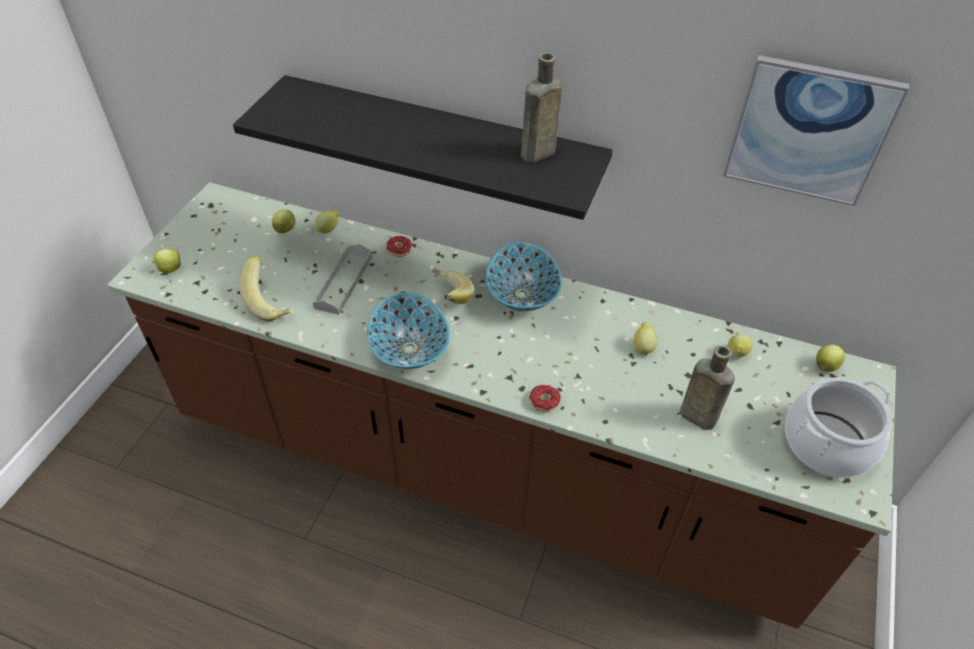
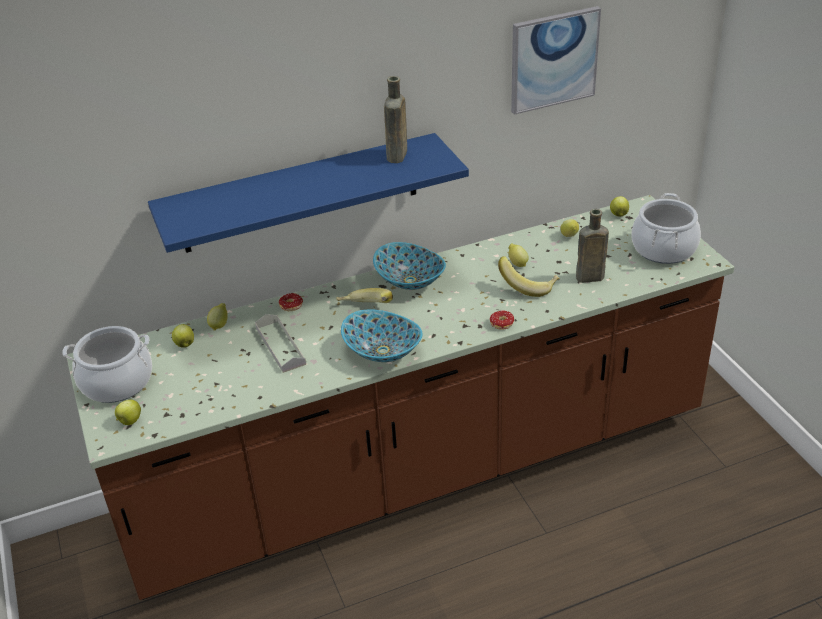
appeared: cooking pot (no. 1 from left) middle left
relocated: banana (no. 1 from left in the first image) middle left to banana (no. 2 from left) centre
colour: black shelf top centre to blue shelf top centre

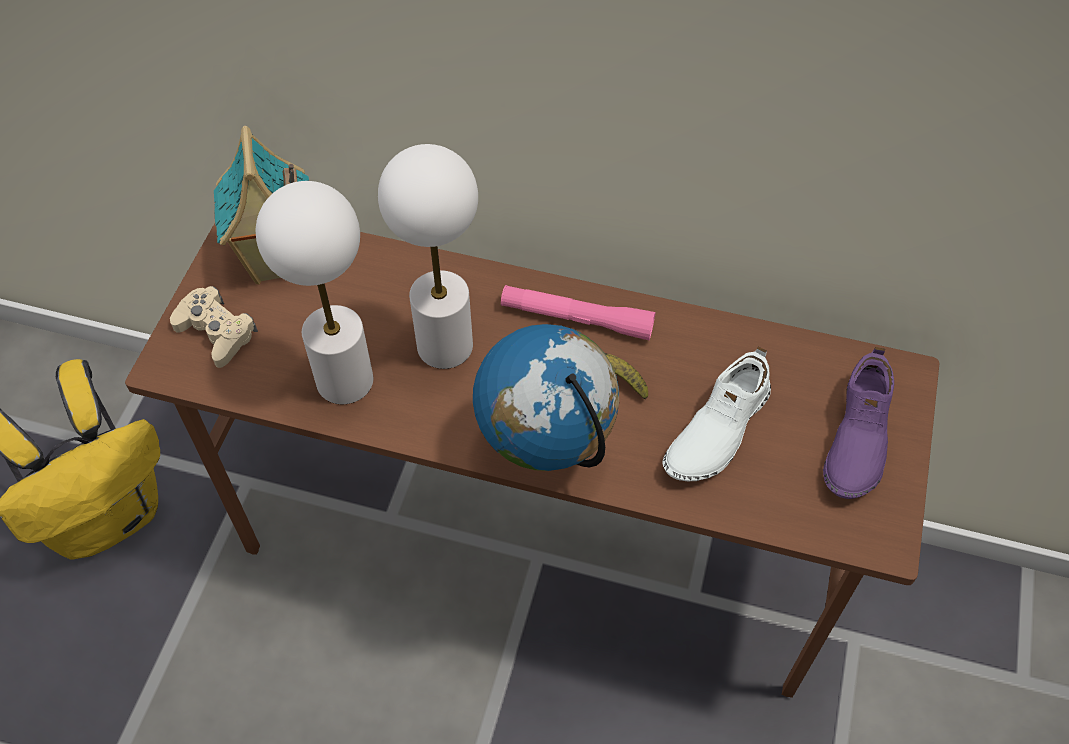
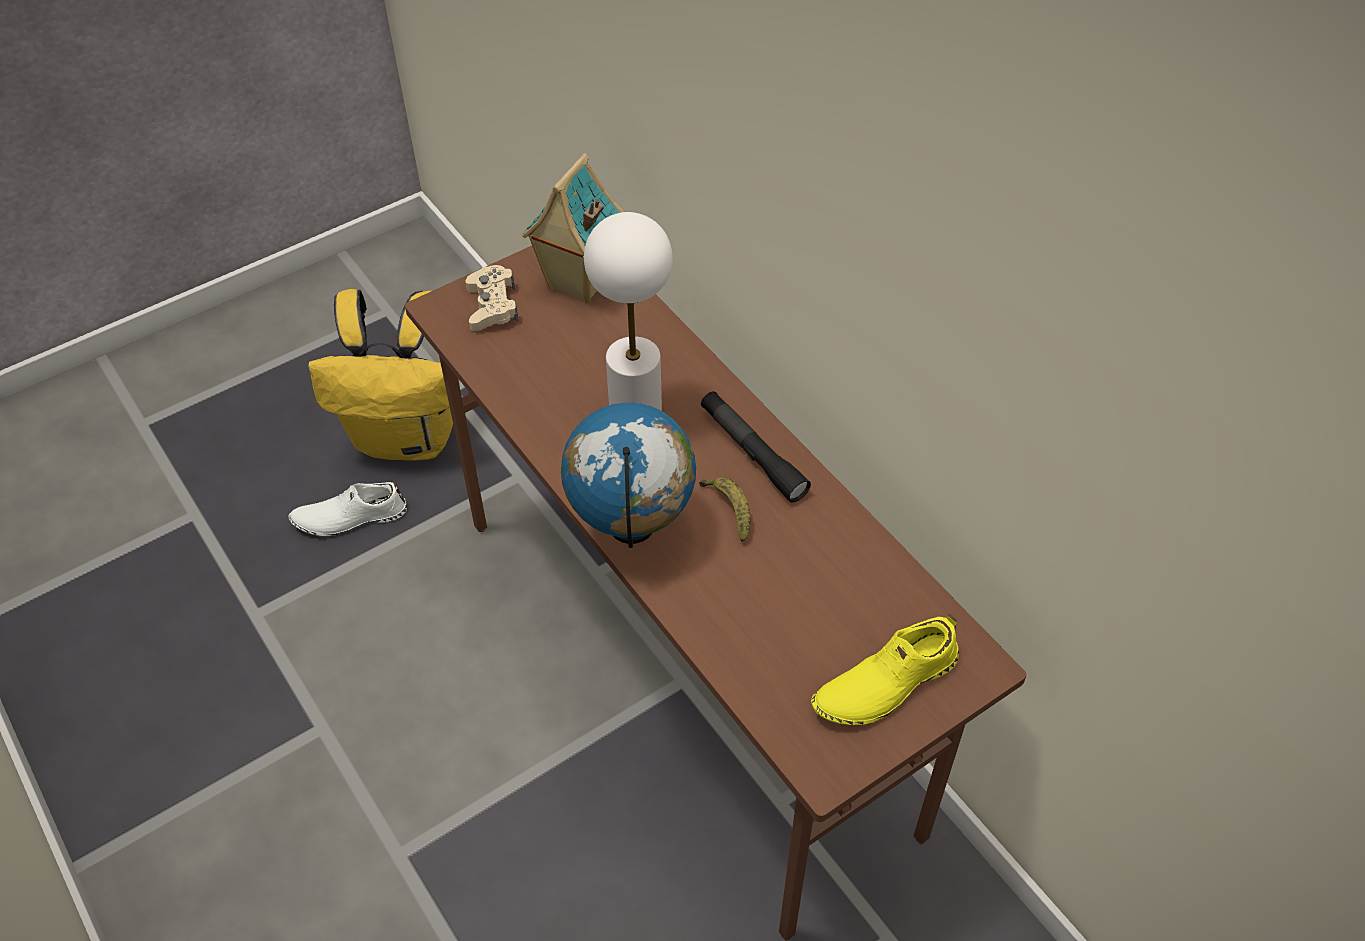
missing: white table lamp (no. 1 from left) middle left
relocated: white shoe middle right to middle left
colour: pink flashlight centre to black flashlight centre; purple shoe middle right to yellow shoe bottom centre

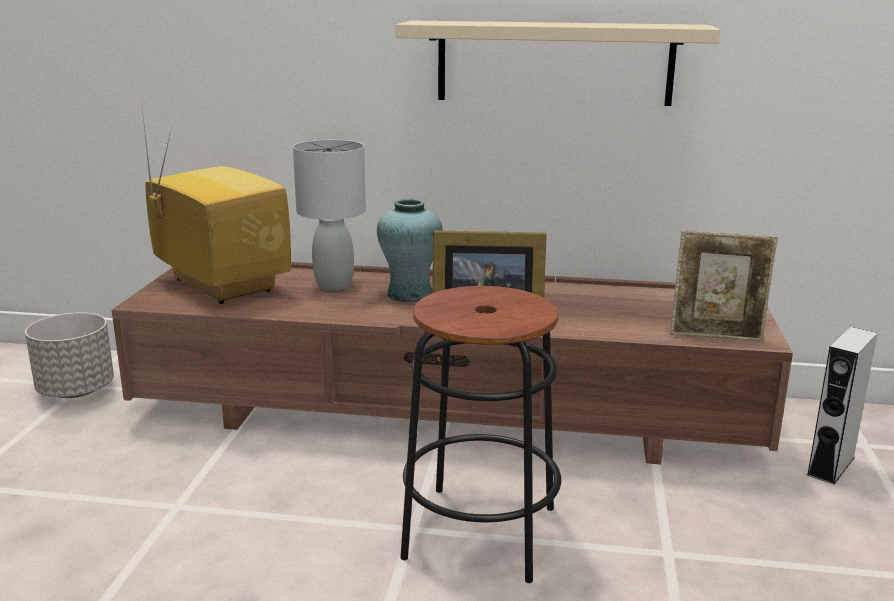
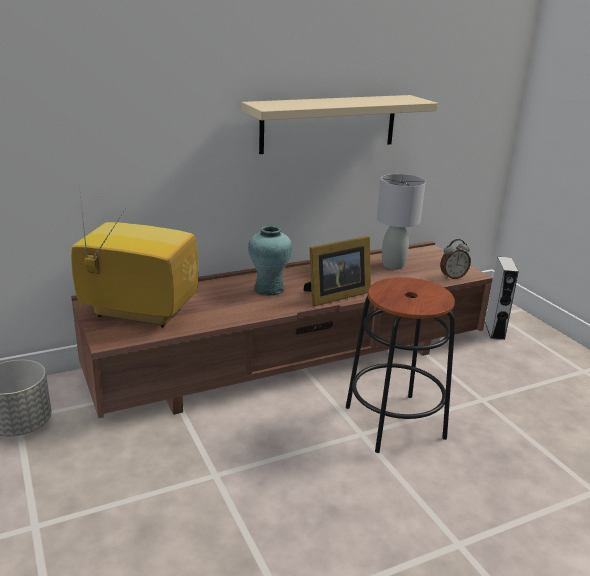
relocated: grey table lamp centre to middle right
exchanged: picture frame (no. 2 from left) middle right to alarm clock middle right

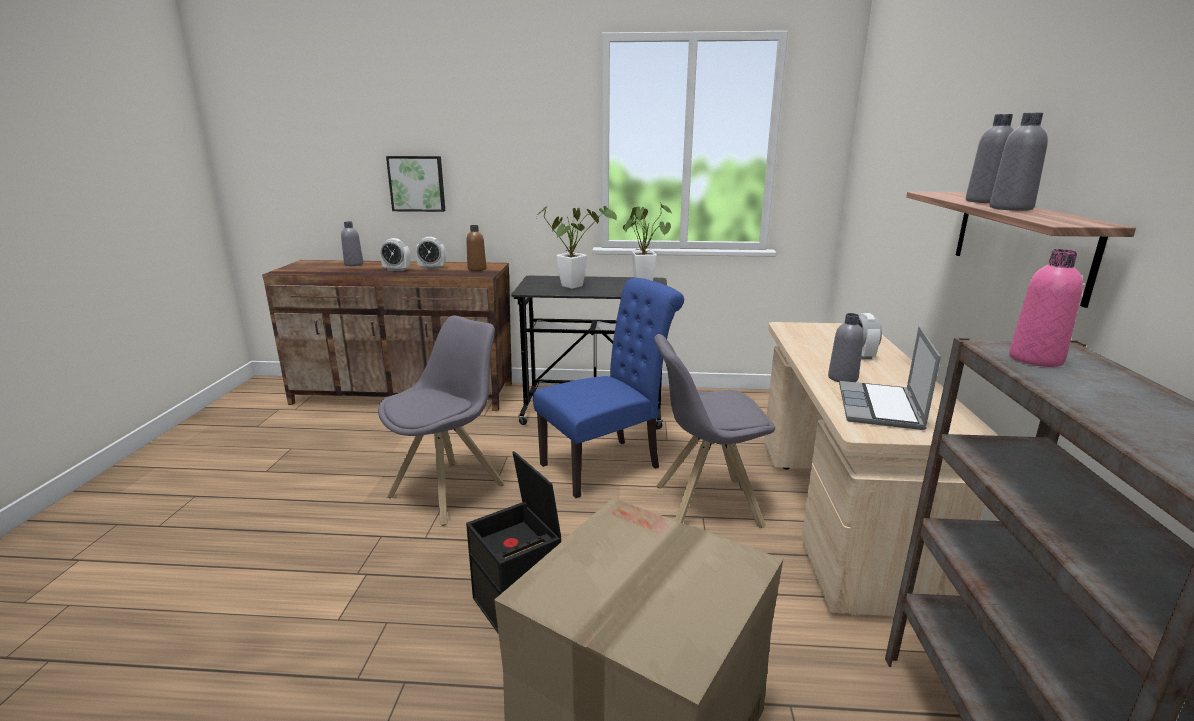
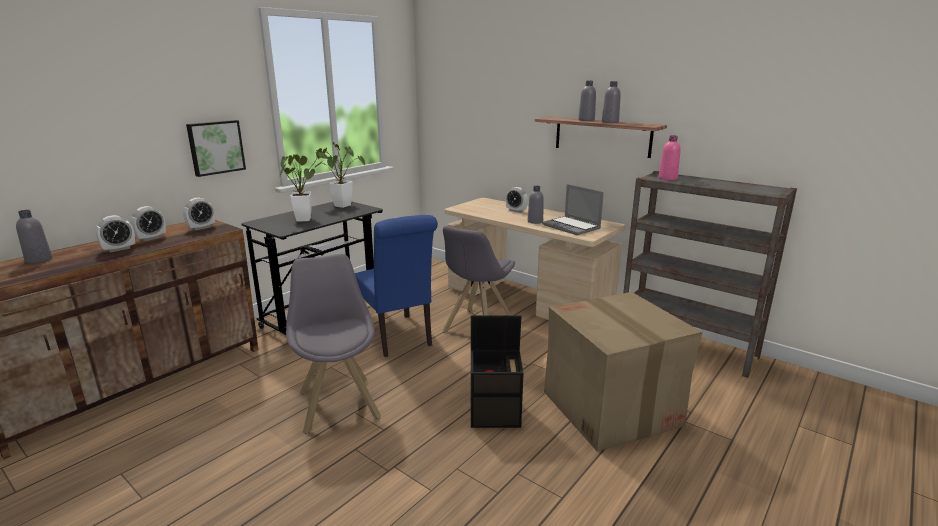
relocated: picture top centre to top left
exchanged: brown bottle centre to alarm clock (no. 3 from left) middle left
spun: blue chair centre = centre 150 degrees clockwise

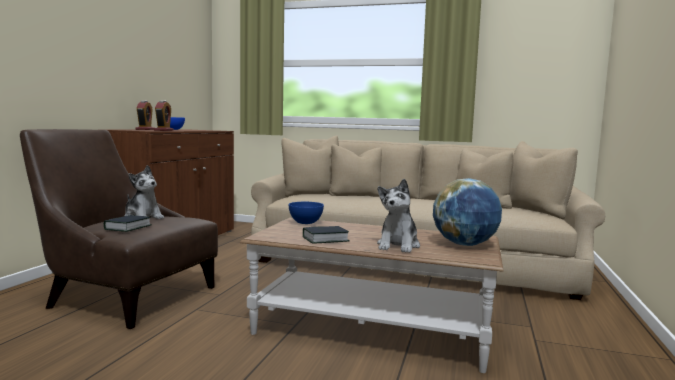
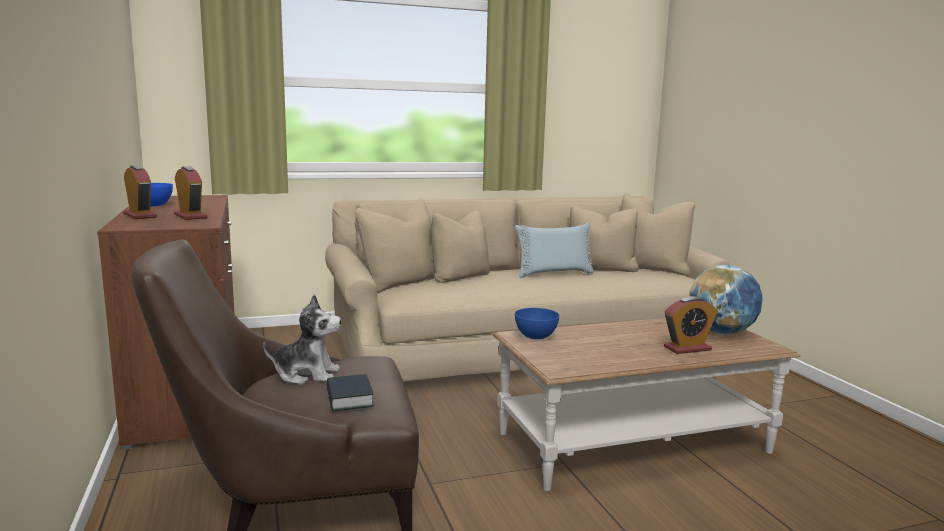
missing: book (no. 2 from left) centre
appeared: blue pillow centre
exchanged: plush toy (no. 2 from left) centre to alarm clock (no. 3 from left) middle right

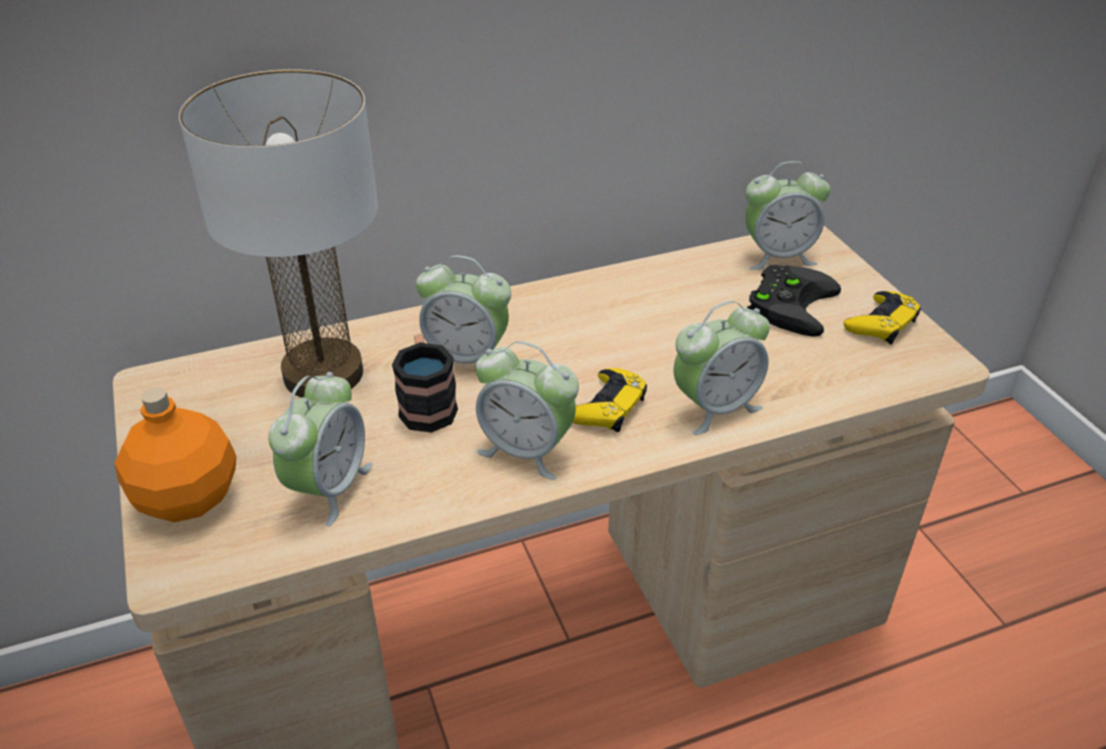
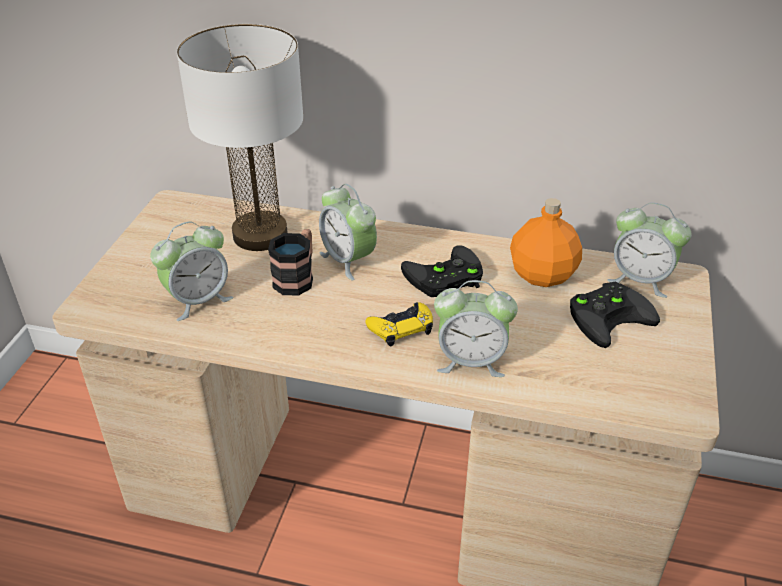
missing: alarm clock (no. 3 from left) centre; yellow game controller (no. 2 from left) middle right
appeared: black game controller (no. 1 from left) centre
relocated: orange bottle middle left to middle right

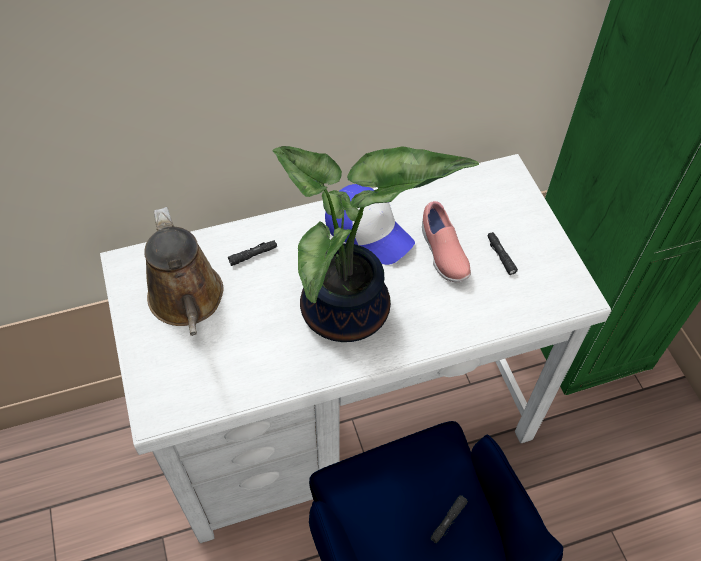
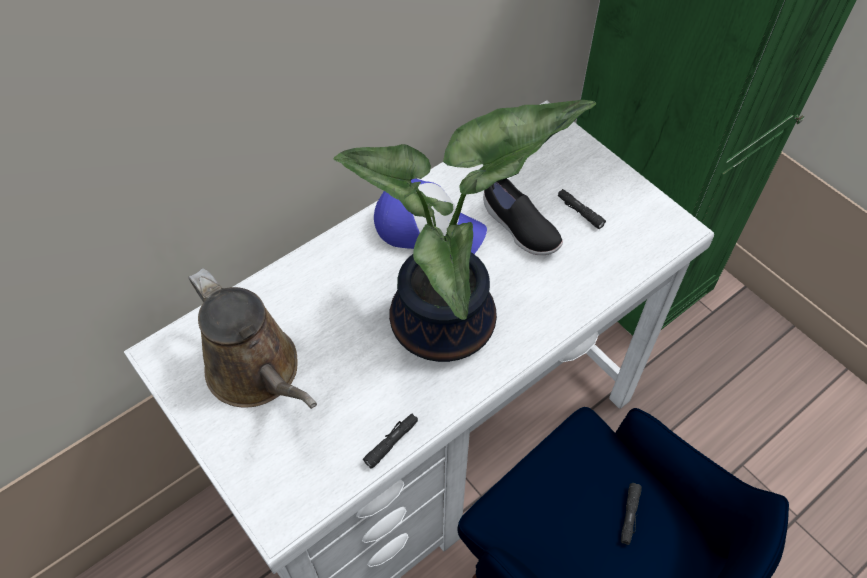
relocated: black flashlight (no. 1 from left) centre to bottom centre
colour: pink shoe centre to black shoe centre

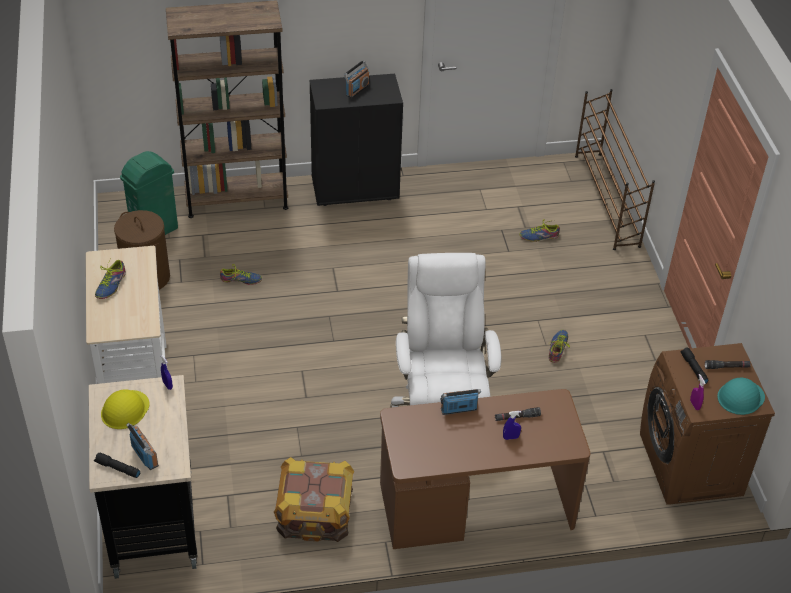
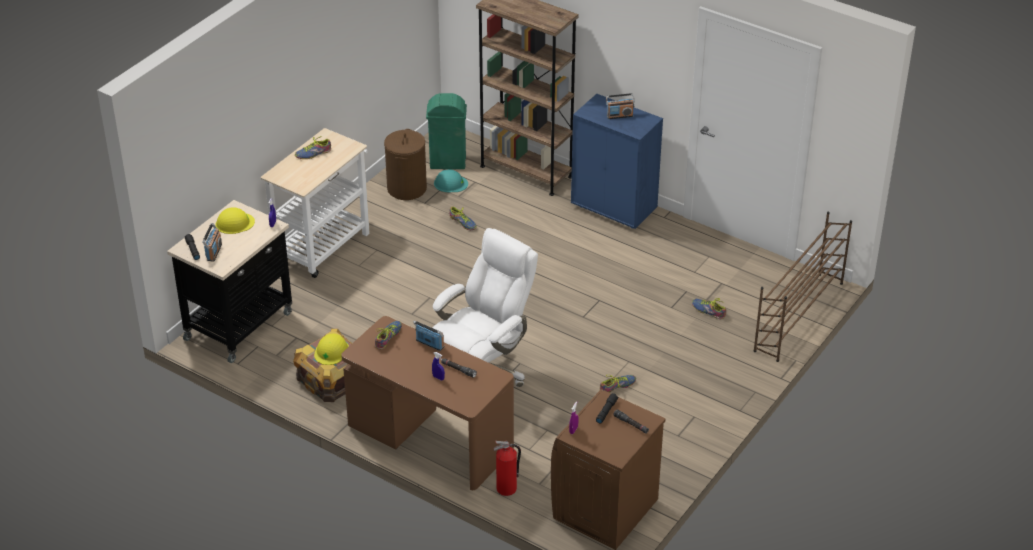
appeared: yellow hard hat (no. 2 from left) middle left; shoe (no. 2 from left) centre; fire extinguisher bottom centre
relocated: turquoise hard hat bottom right to top centre
colour: black cabinet top centre to blue cabinet top centre

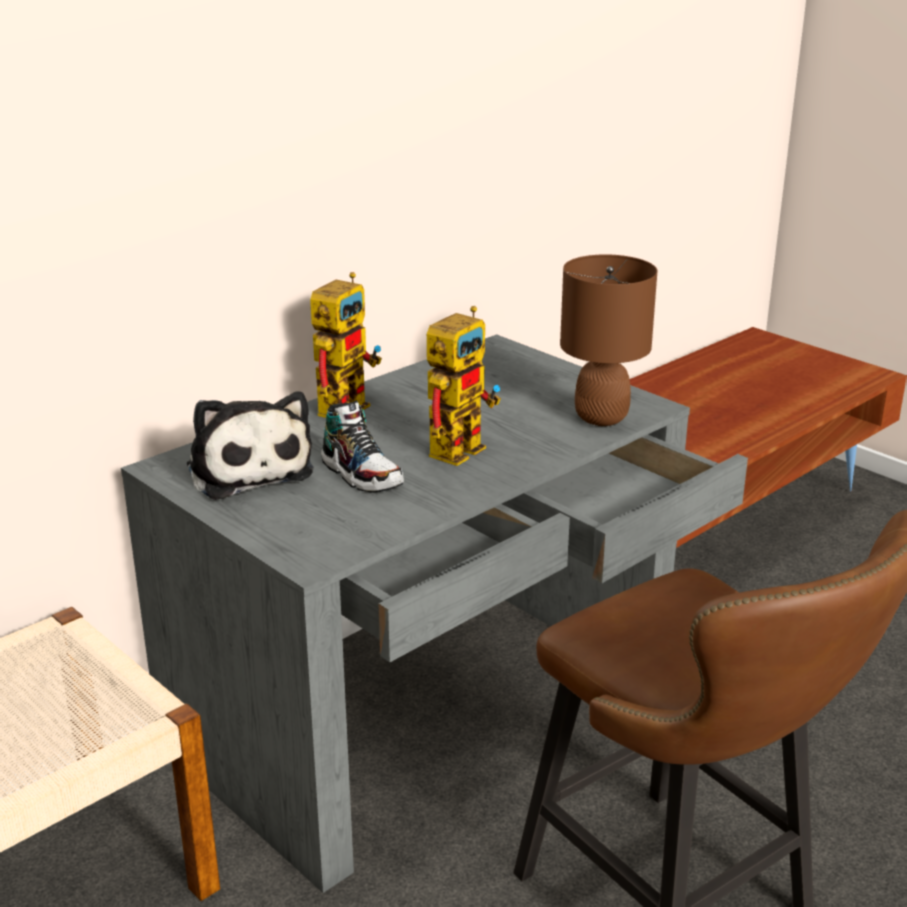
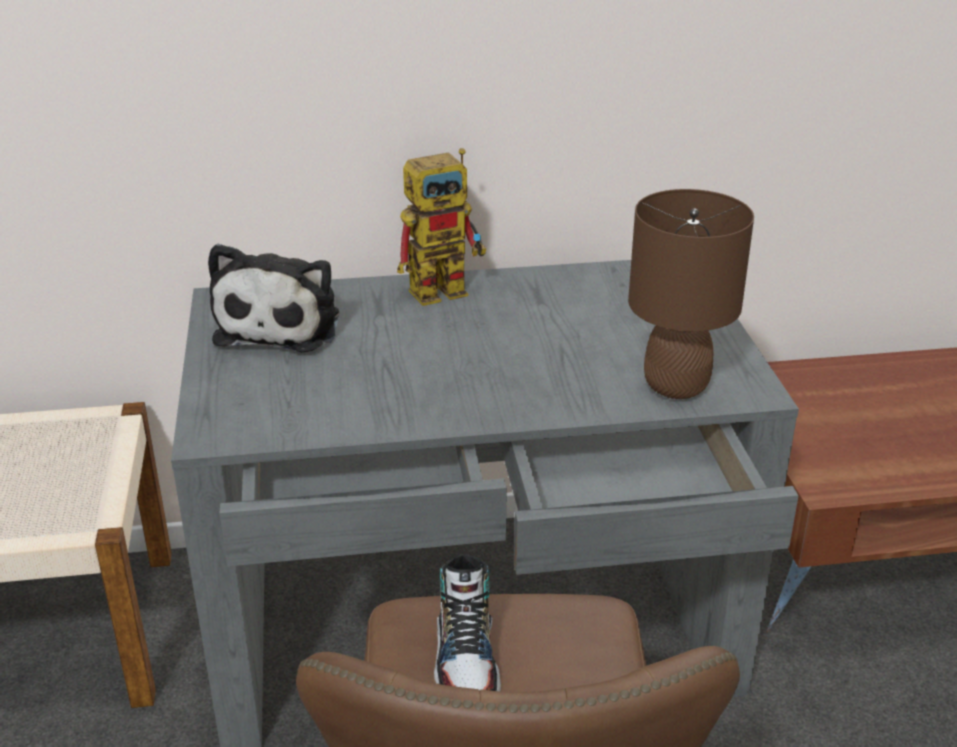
missing: toy robot (no. 2 from left) centre
relocated: shoe centre to bottom centre

